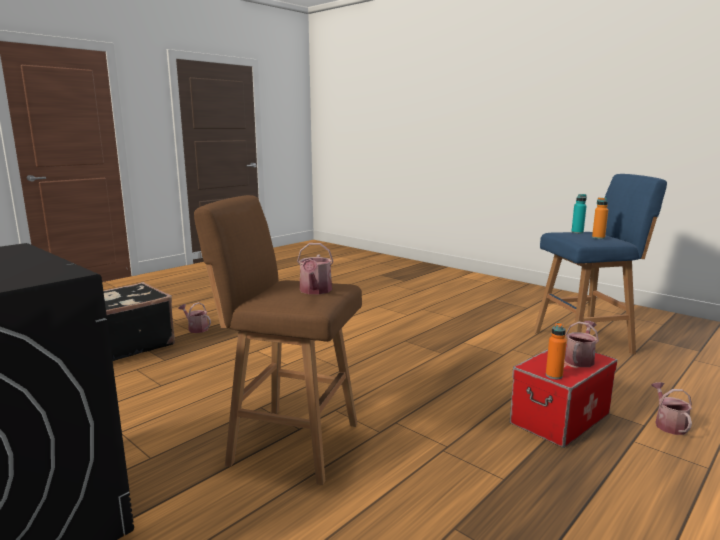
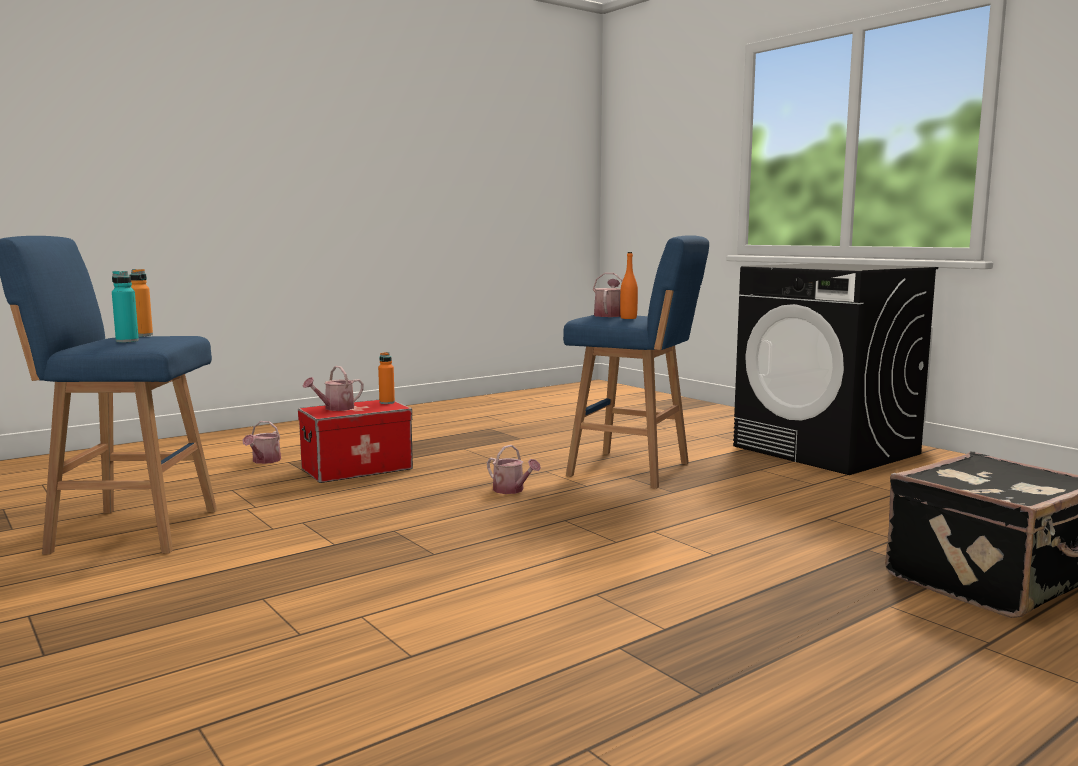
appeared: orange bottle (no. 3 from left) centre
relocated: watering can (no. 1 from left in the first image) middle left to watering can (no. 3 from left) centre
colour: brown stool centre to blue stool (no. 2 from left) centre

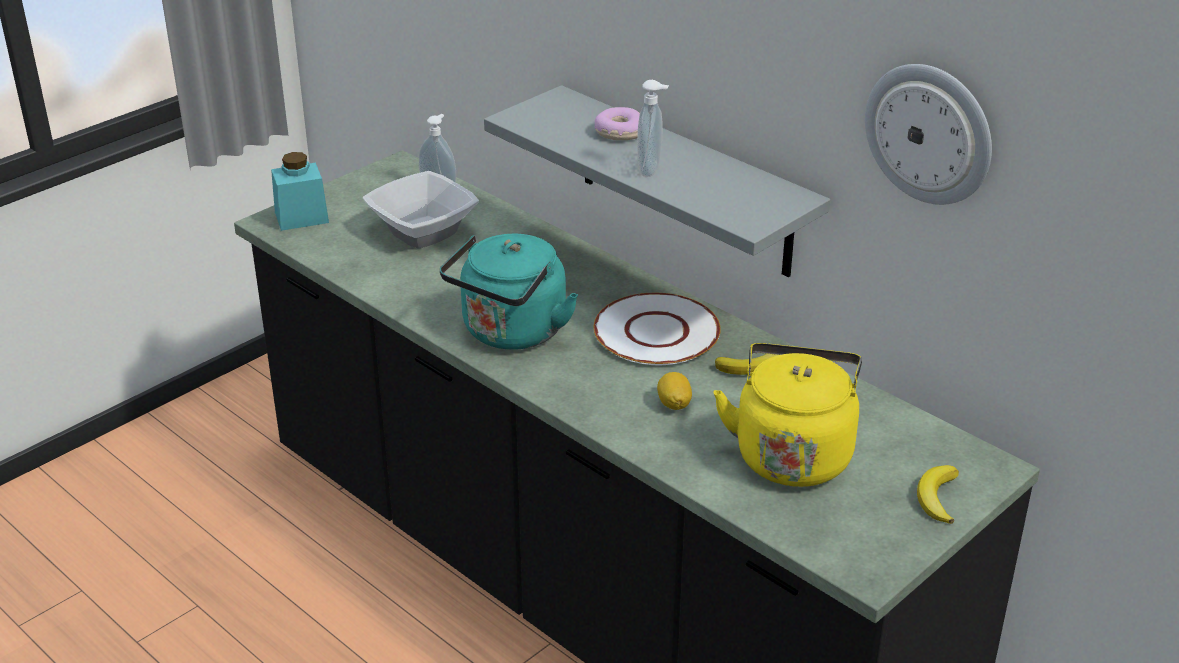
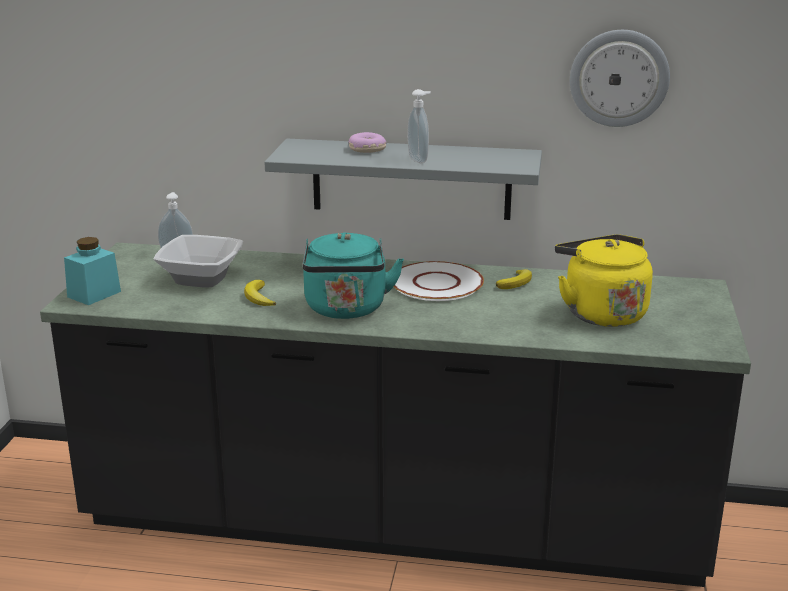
missing: lemon centre
relocated: banana (no. 2 from left in the first image) bottom right to banana (no. 1 from left) middle left

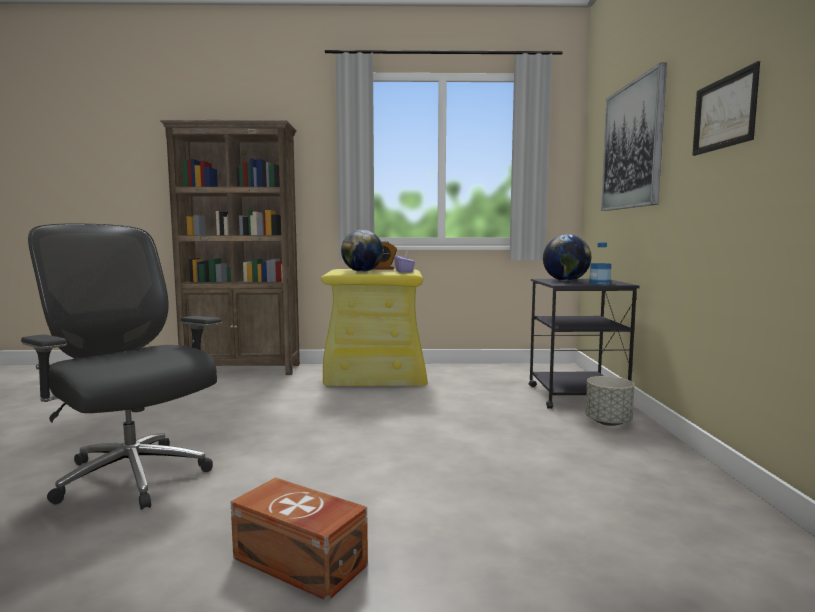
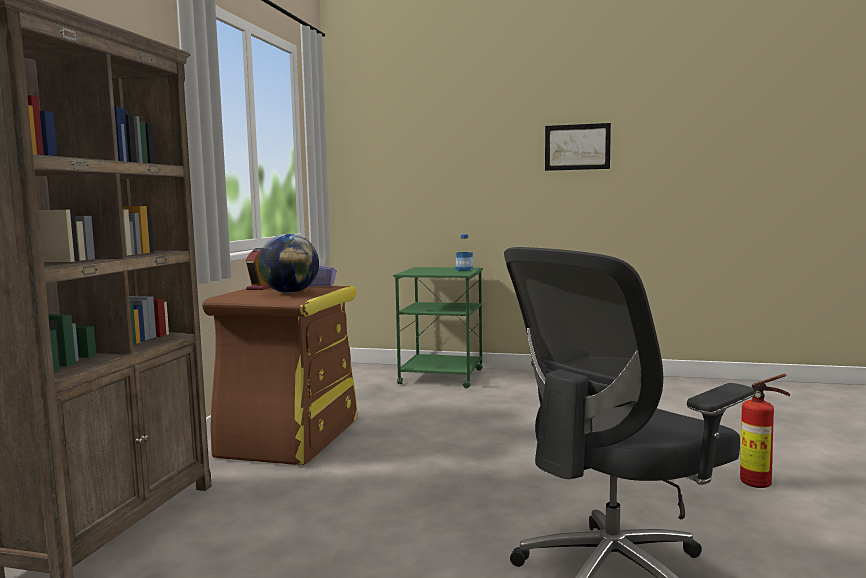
missing: globe (no. 2 from left) middle right; grey planter middle right; picture (no. 1 from left) top right
exchanged: brown storage box bottom centre to fire extinguisher bottom right
colour: yellow nightstand centre to brown nightstand middle left; black cart middle right to green cart centre

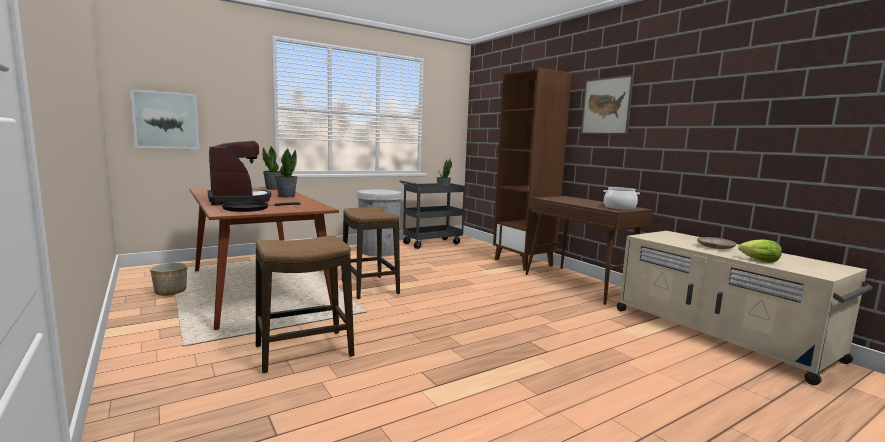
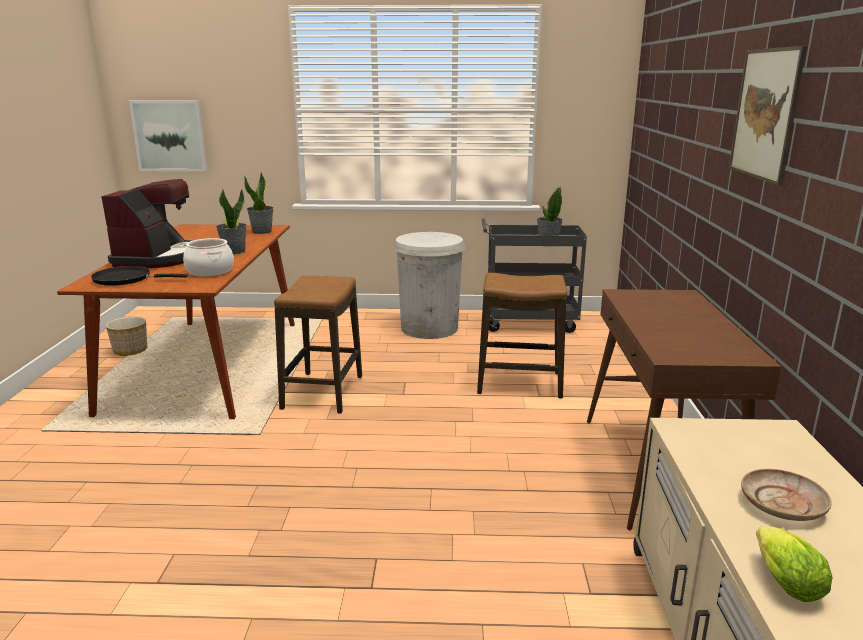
missing: brown bookcase centre
relocated: cooking pot middle right to middle left; stool (no. 1 from left in the first image) bottom centre to stool (no. 2 from left) centre

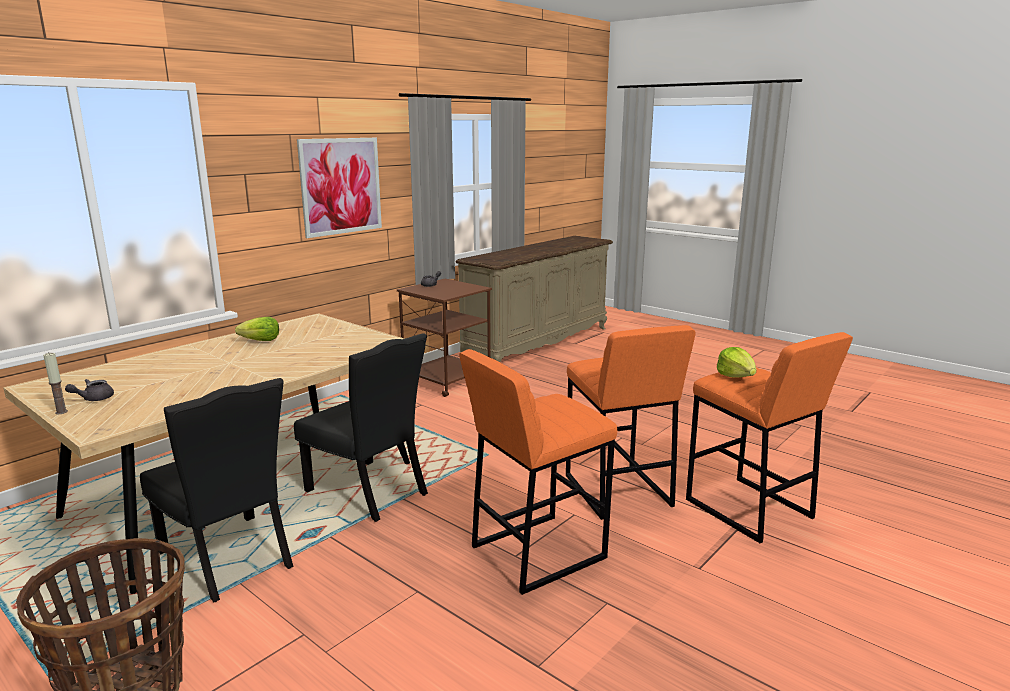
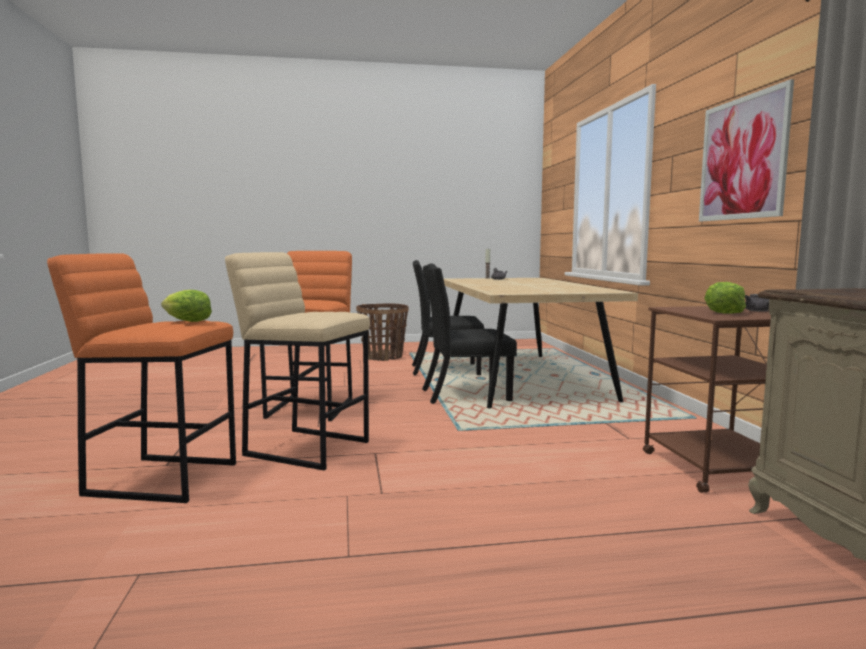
relocated: lettuce (no. 1 from left in the first image) middle left to lettuce (no. 2 from left) middle right
colour: orange stool (no. 2 from left) centre to beige stool centre

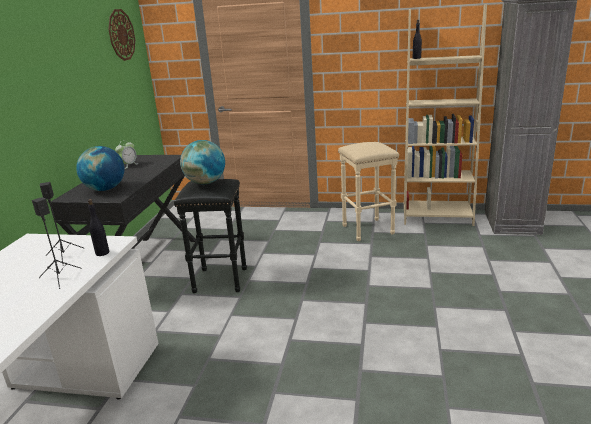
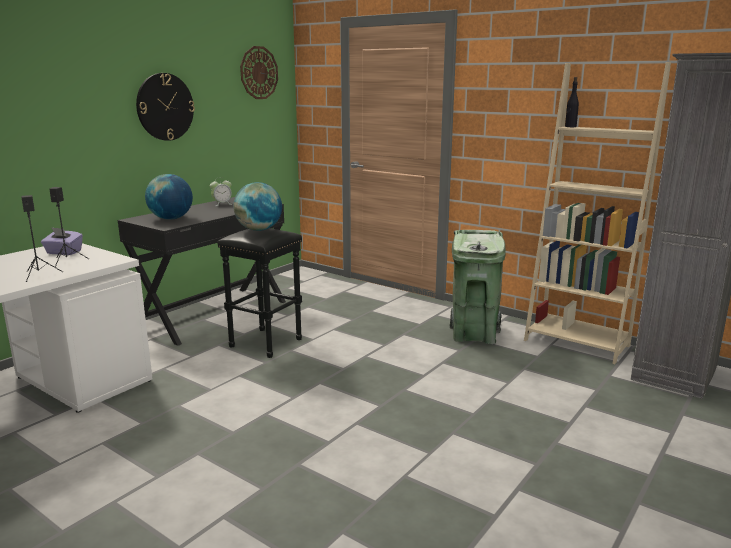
missing: black bottle (no. 1 from left) middle left
appeared: purple tissue box middle left; wall clock (no. 1 from left) top left
exchanged: beige stool centre to green trash can centre

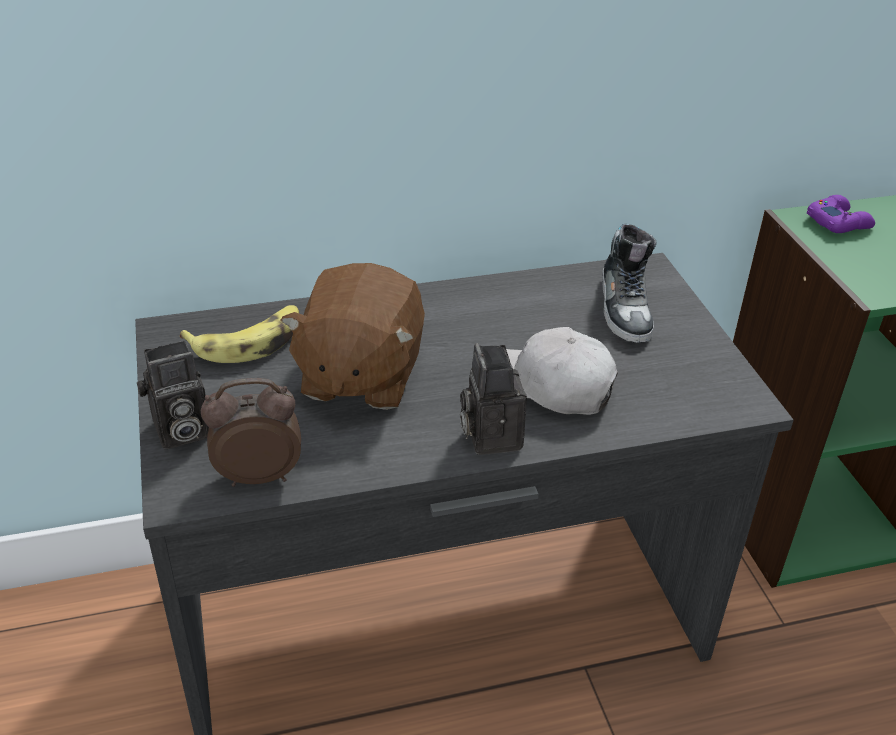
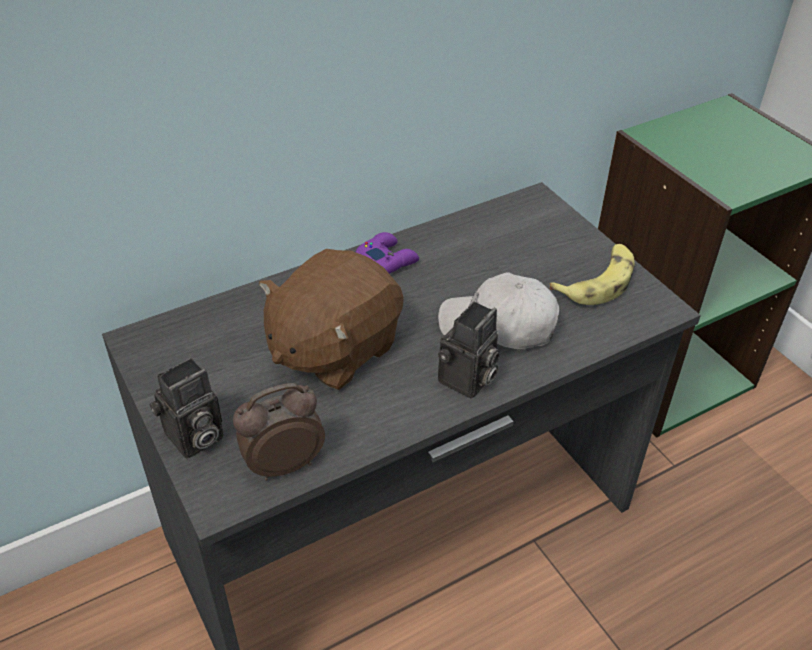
missing: shoe middle right
relocated: purple game controller top right to centre; banana middle left to middle right
spun: brown plush toy centre = centre 45 degrees clockwise; photo camera (no. 2 from left) centre = centre 120 degrees counterclockwise

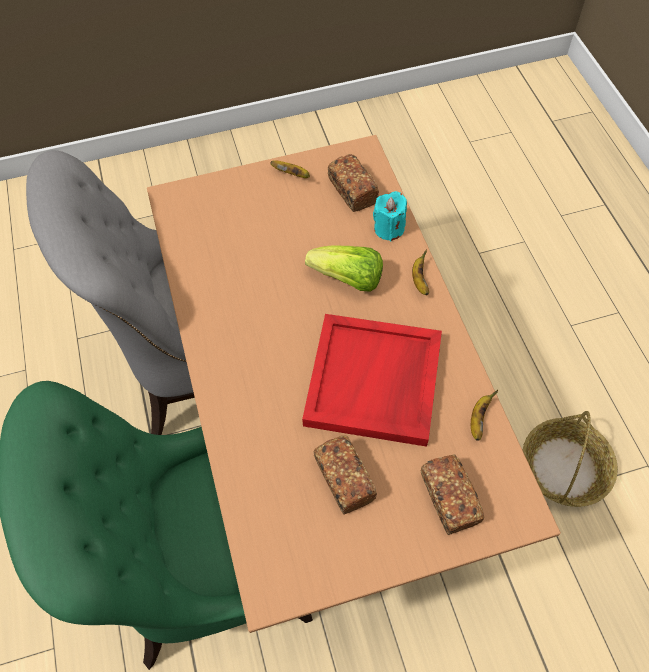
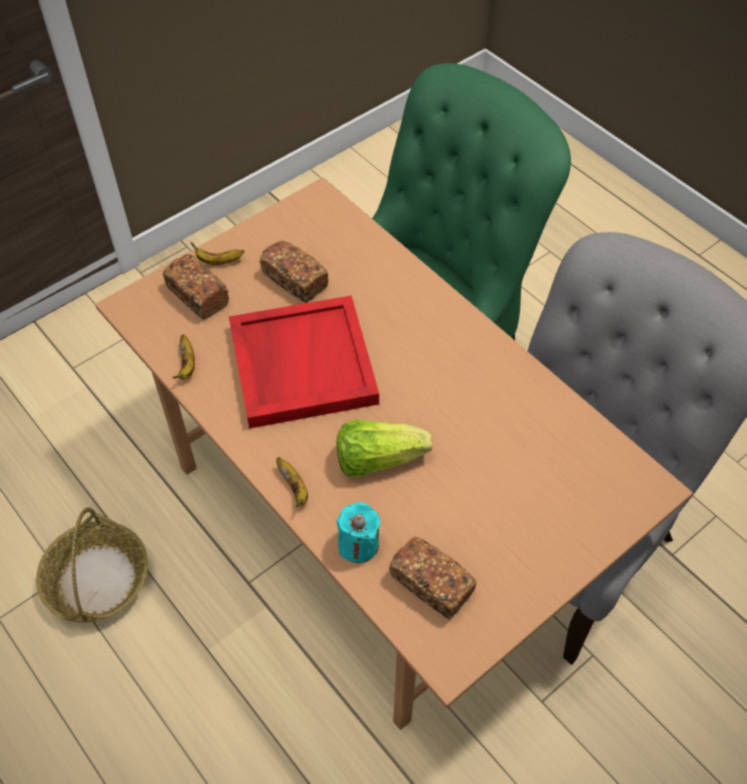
relocated: banana (no. 1 from left in the first image) top centre to banana (no. 2 from left) top left

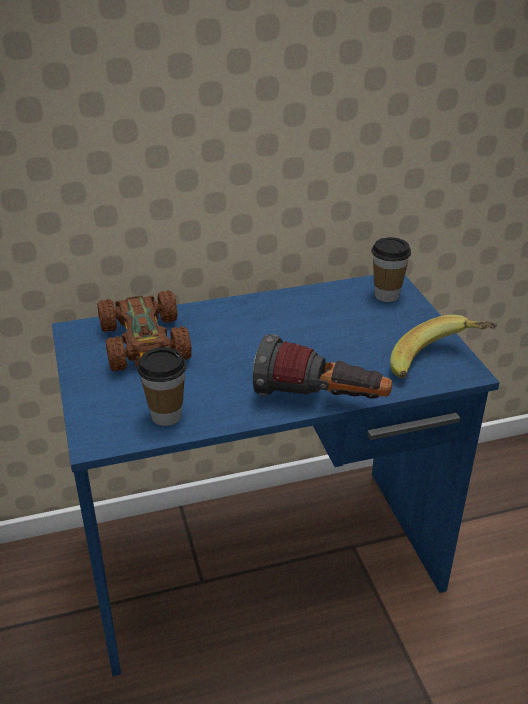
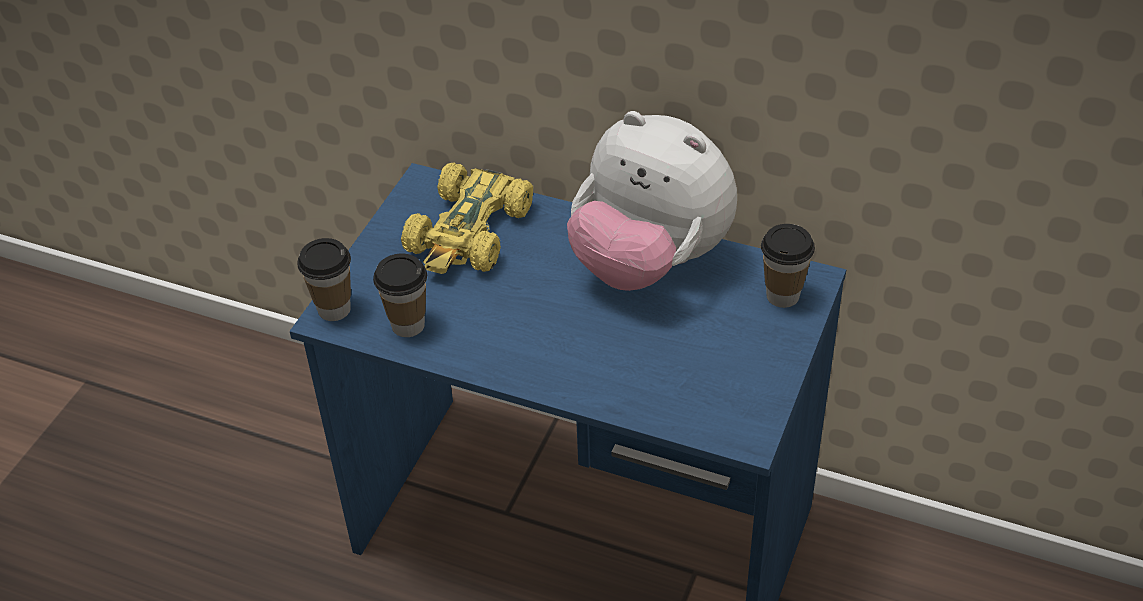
missing: flashlight centre; banana middle right
appeared: cup (no. 1 from left) middle left; plush toy centre
colour: brown toy car middle left to yellow toy car centre

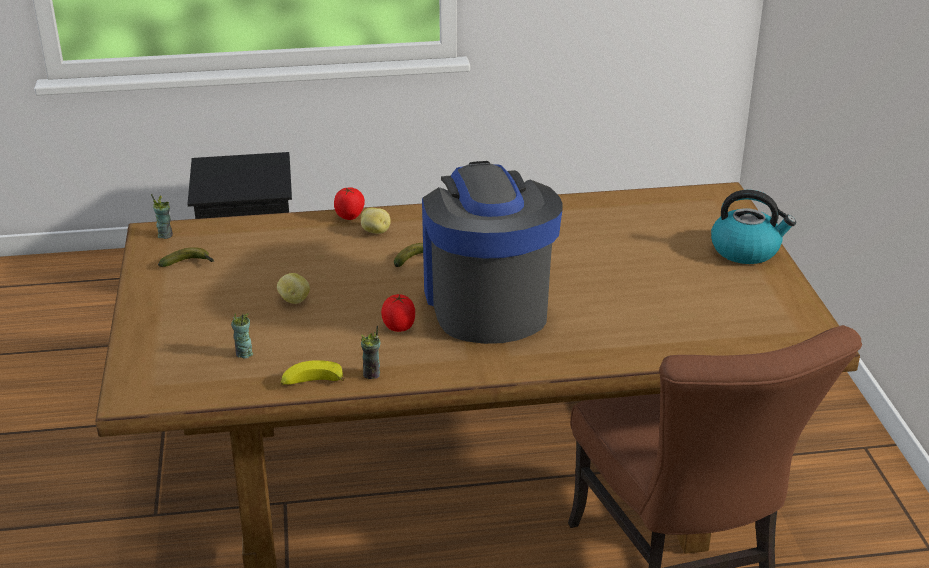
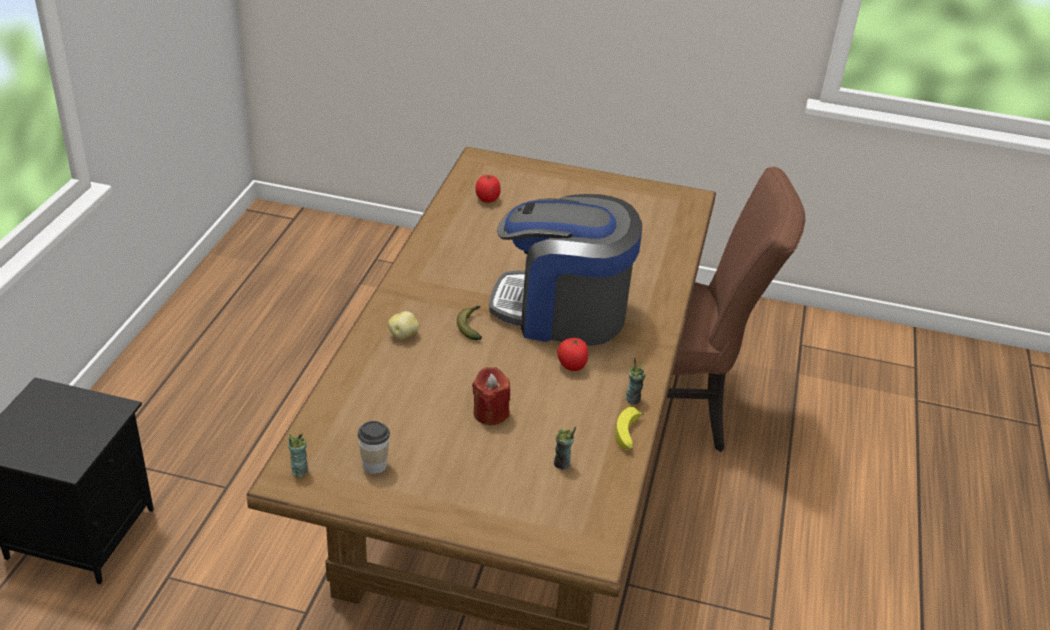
missing: kettle middle right
relocated: tomato (no. 1 from left) centre to top centre
exchanged: banana (no. 1 from left) middle left to cup (no. 2 from left) bottom centre; potato (no. 1 from left) middle left to red candle centre

